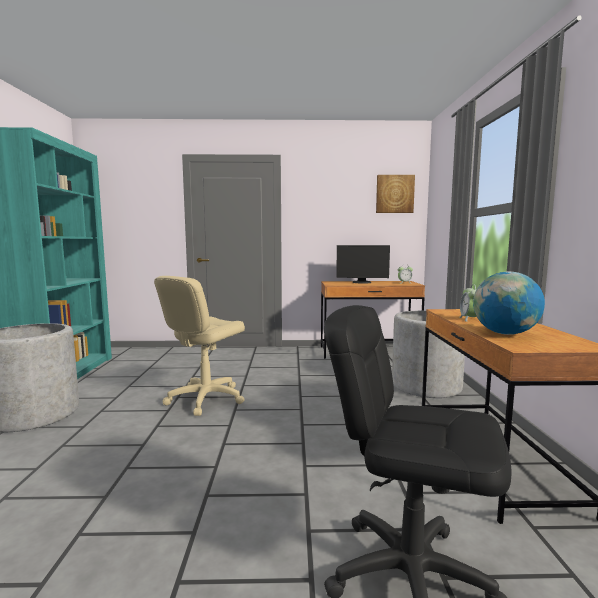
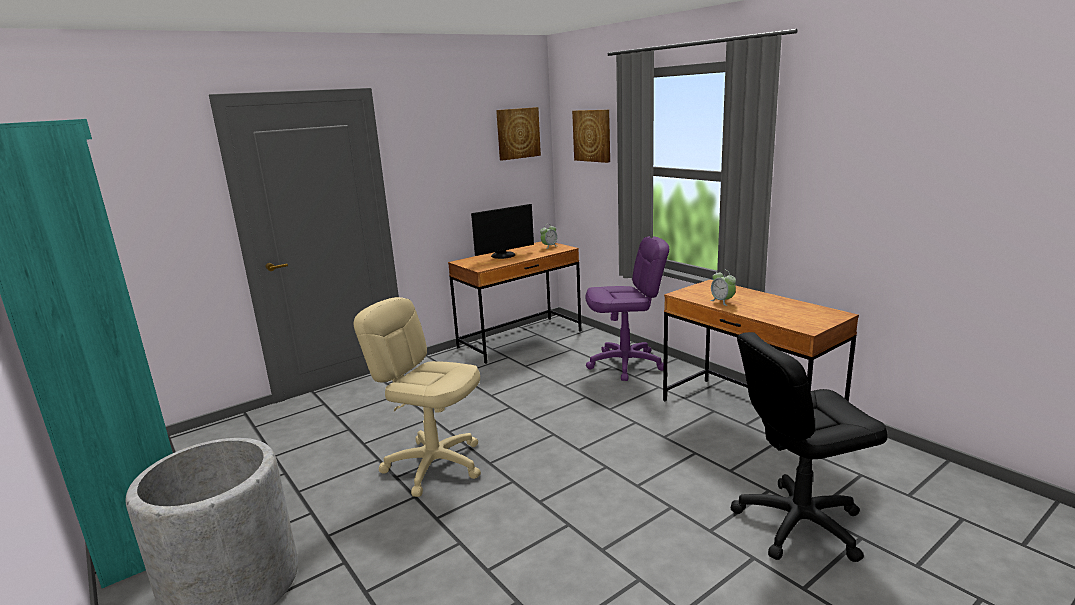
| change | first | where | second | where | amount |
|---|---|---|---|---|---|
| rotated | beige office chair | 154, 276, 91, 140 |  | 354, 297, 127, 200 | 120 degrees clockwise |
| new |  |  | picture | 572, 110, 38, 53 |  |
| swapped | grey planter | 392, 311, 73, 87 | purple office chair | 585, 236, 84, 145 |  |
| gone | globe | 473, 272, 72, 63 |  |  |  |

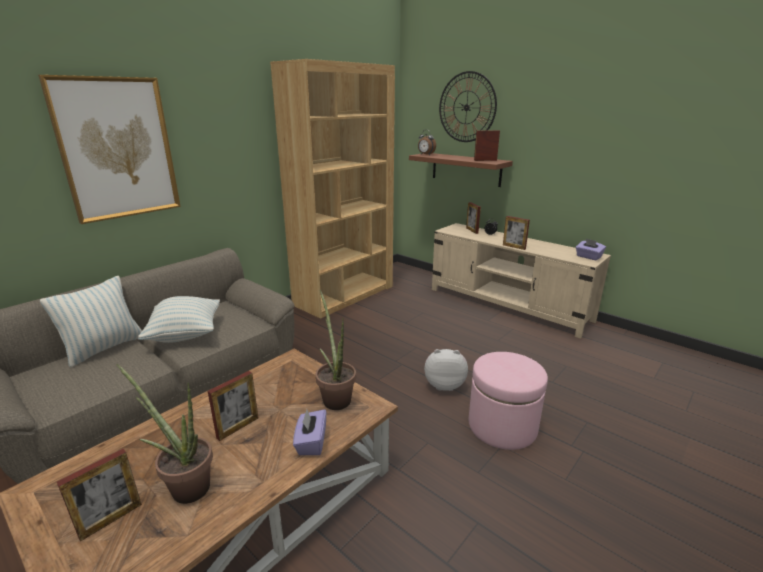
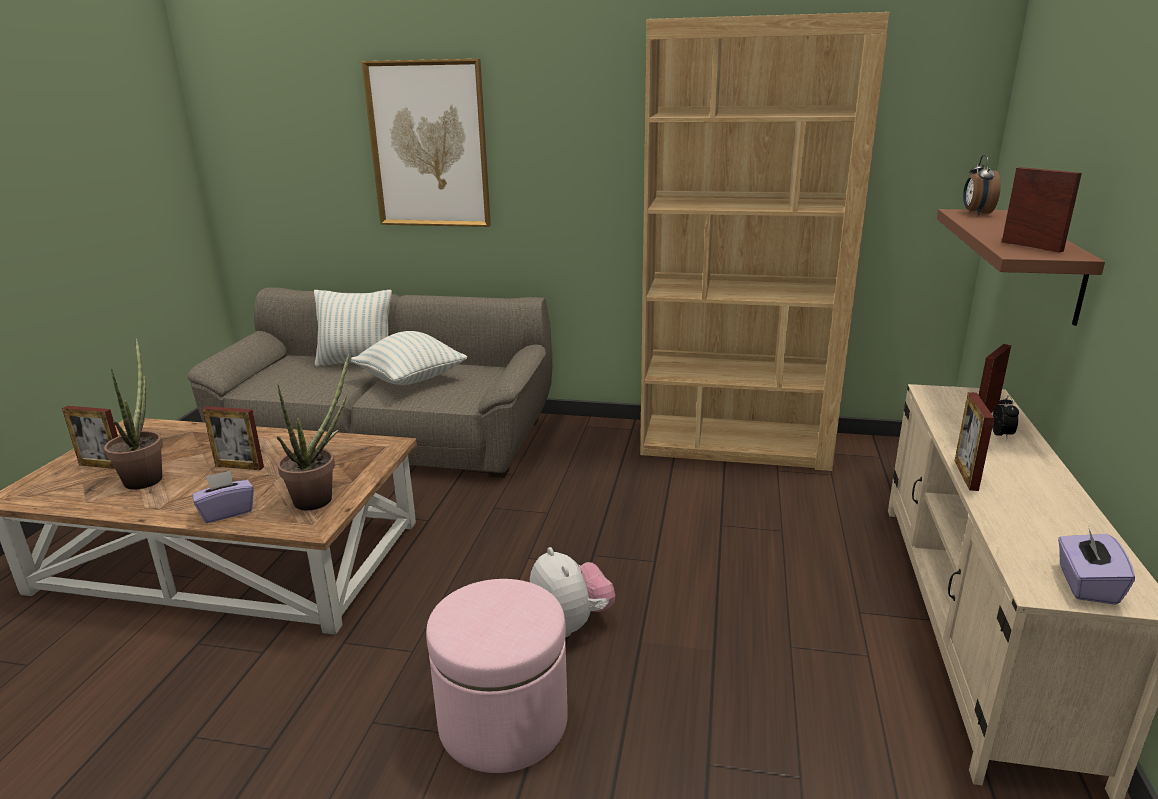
| change | first | where | second | where | amount |
|---|---|---|---|---|---|
| gone | wall clock | 439, 71, 58, 71 |  |  |  |

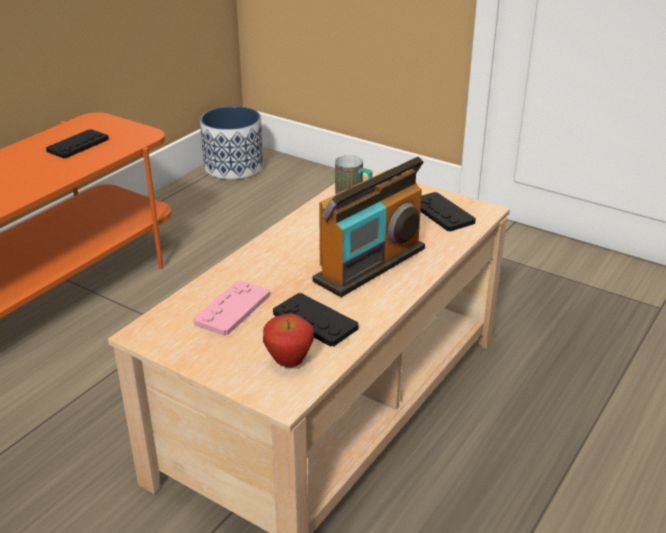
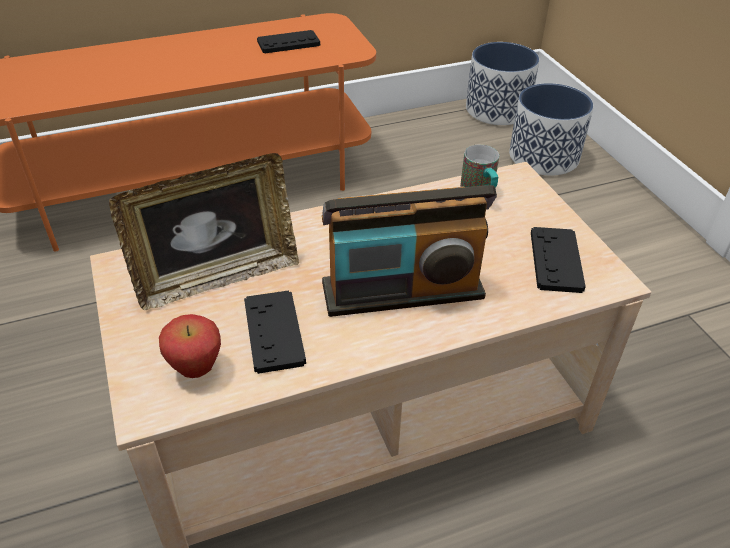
| change | first | where | second | where | amount |
|---|---|---|---|---|---|
| swapped | pink game controller | 193, 280, 77, 56 | picture frame | 109, 153, 190, 157 |  |
| new |  |  | planter | 509, 83, 84, 93 |  |

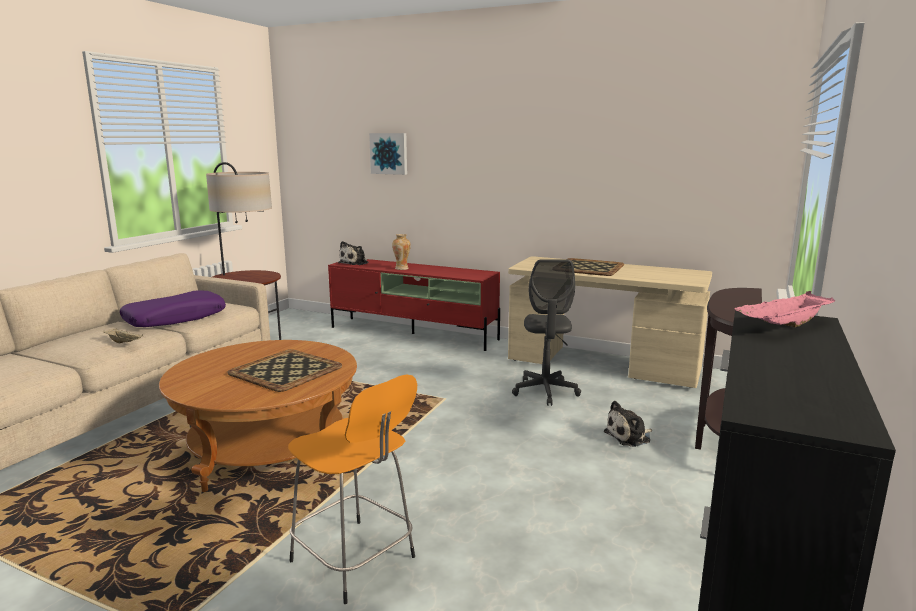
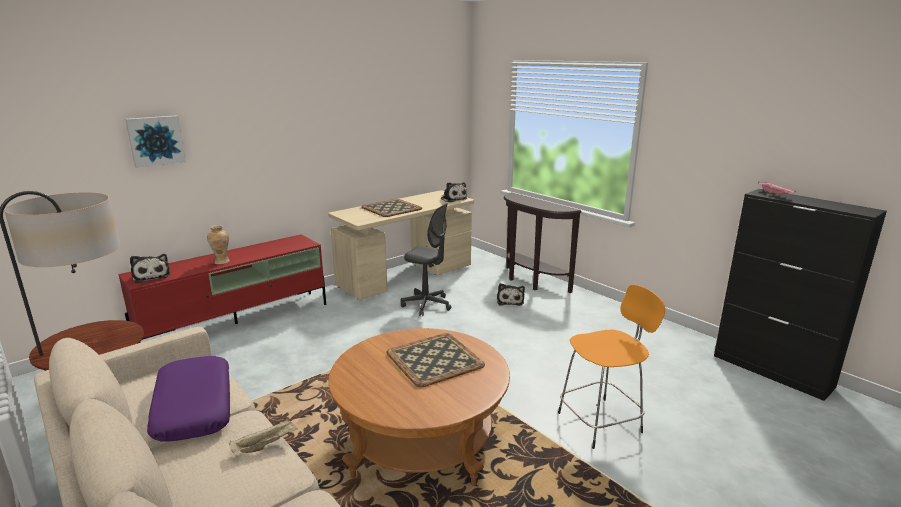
| change | first | where | second | where | amount |
|---|---|---|---|---|---|
| new |  |  | plush toy | 441, 182, 27, 20 |  |

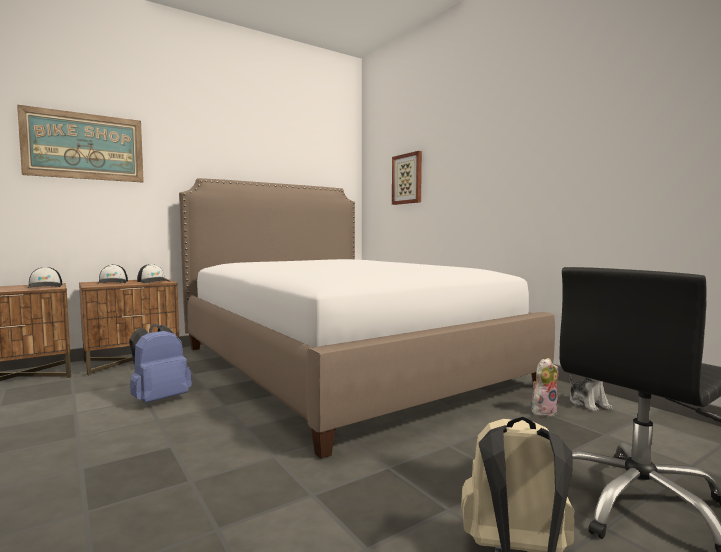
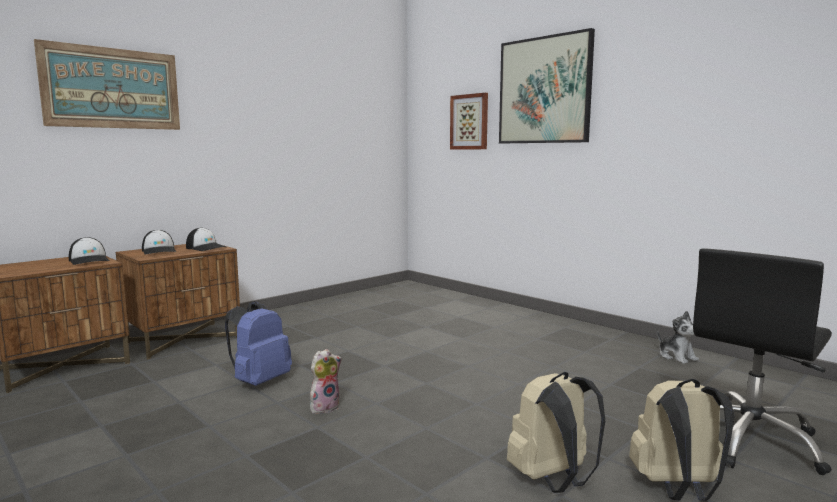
| change | first | where | second | where | amount |
|---|---|---|---|---|---|
| shifted | plush toy | 531, 358, 28, 59 |  | 310, 349, 32, 65 |  |
| new |  |  | picture | 499, 28, 96, 115 |  |
| new |  |  | beige backpack | 507, 372, 98, 121 |  |
| gone | bed | 179, 178, 376, 281 |  |  |  |

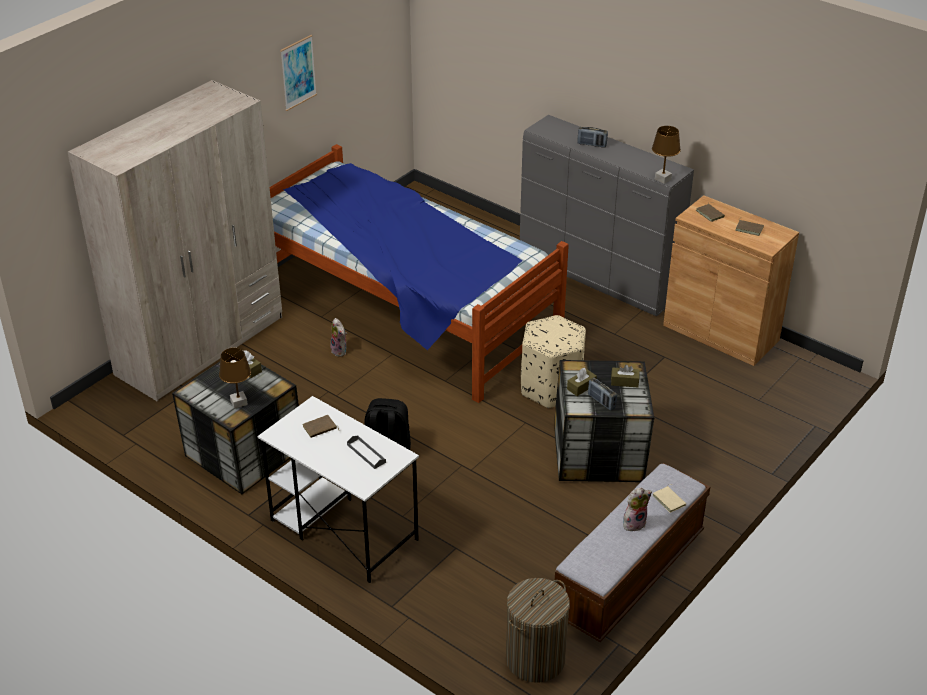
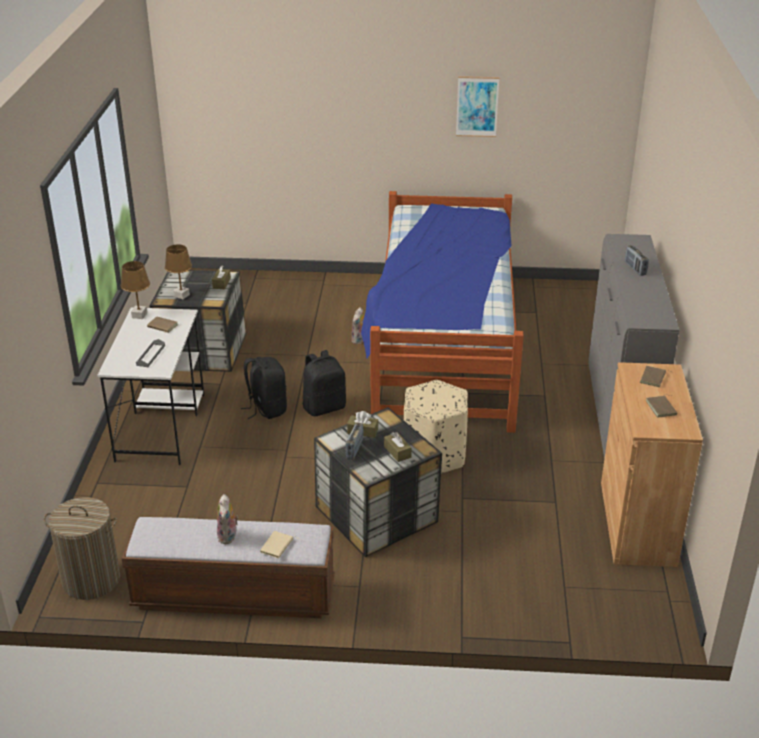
| change | first | where | second | where | amount |
|---|---|---|---|---|---|
| shifted | brown table lamp | 652, 126, 29, 58 |  | 121, 261, 29, 58 |  |
| rotated | plush toy | 623, 488, 29, 43 |  | 217, 494, 22, 50 | 60 degrees clockwise |
| new |  |  | black backpack | 303, 350, 43, 66 |  |
| gone | beige wardrobe | 68, 80, 214, 321 |  |  |  |

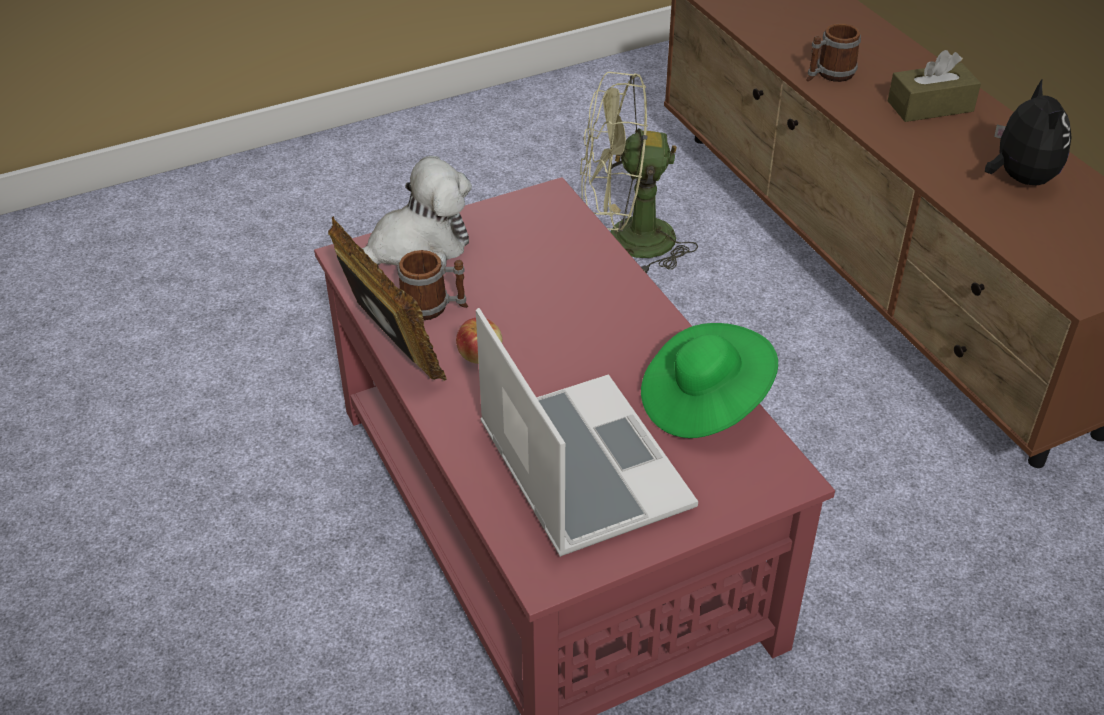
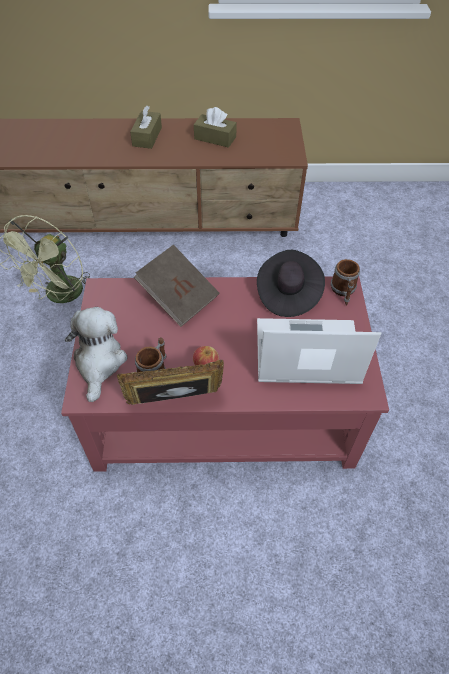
| change | first | where | second | where | amount |
|---|---|---|---|---|---|
| new |  |  | brown book | 134, 245, 85, 82 |  |
| swapped | plush toy | 985, 78, 87, 107 | brown tissue box | 194, 107, 43, 41 |  |
| repainted | green hat | 641, 323, 137, 115 | black hat | 257, 250, 68, 67 |  |
| shifted | mug | 807, 23, 54, 59 |  | 331, 259, 29, 47 |  |

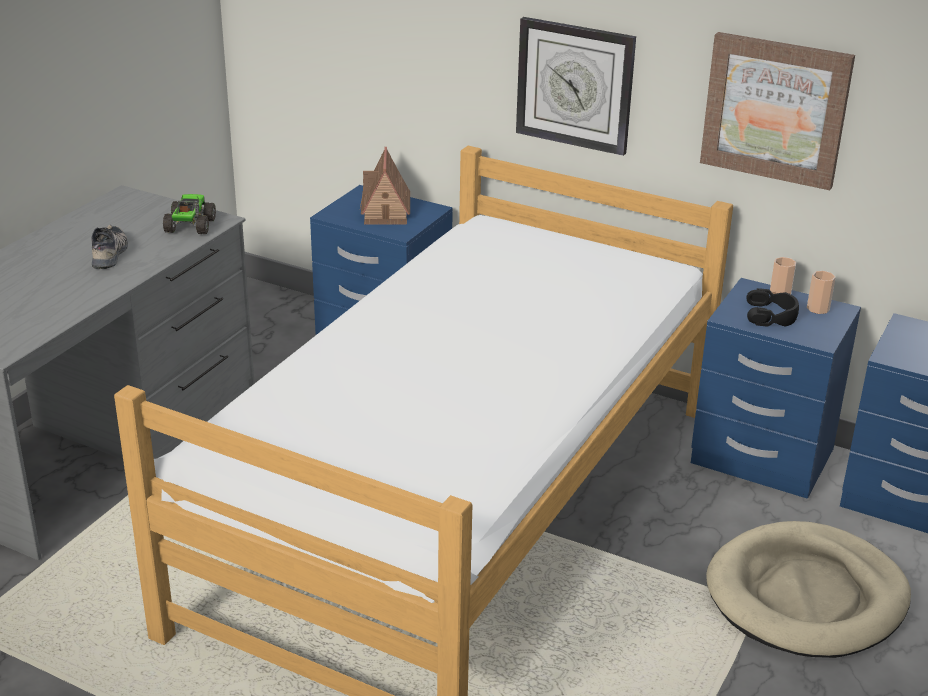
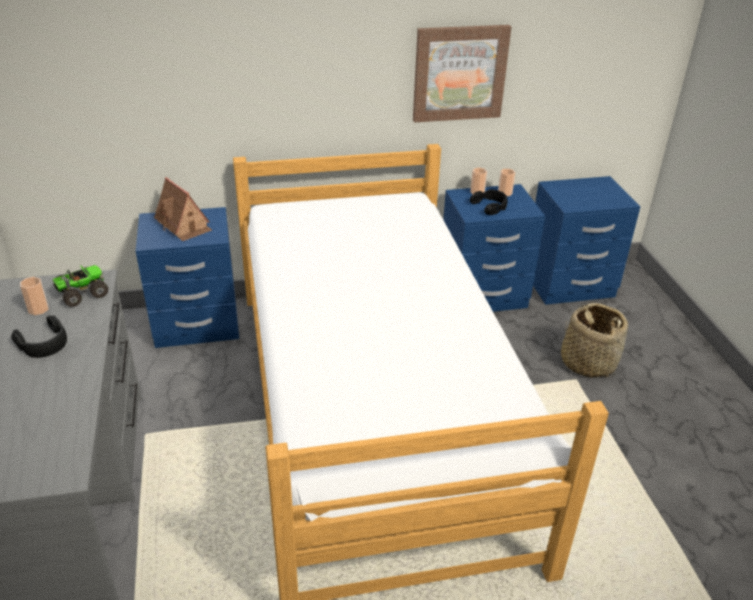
| change | first | where | second | where | amount |
|---|---|---|---|---|---|
| swapped | shoe | 92, 225, 36, 44 | black headphones | 11, 315, 56, 43 |  |
| new |  |  | cup | 20, 277, 29, 38 |  |
| rotated | toy truck | 163, 194, 53, 40 |  | 53, 265, 55, 42 | 90 degrees clockwise |
| swapped | beige dog bed | 706, 521, 205, 137 | basket | 561, 302, 67, 76 |  |
| gone | wall clock | 516, 17, 120, 139 |  |  |  |

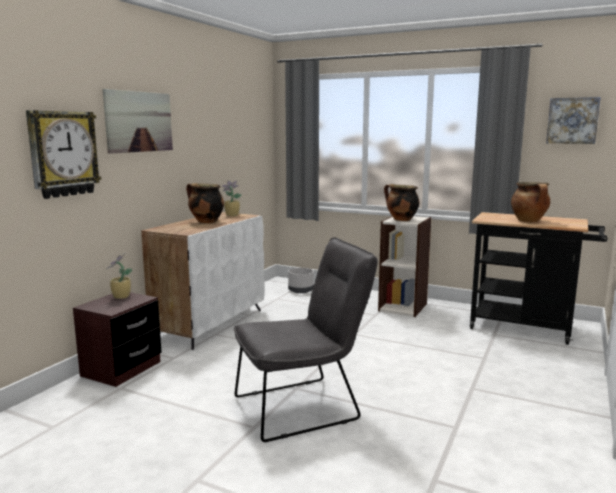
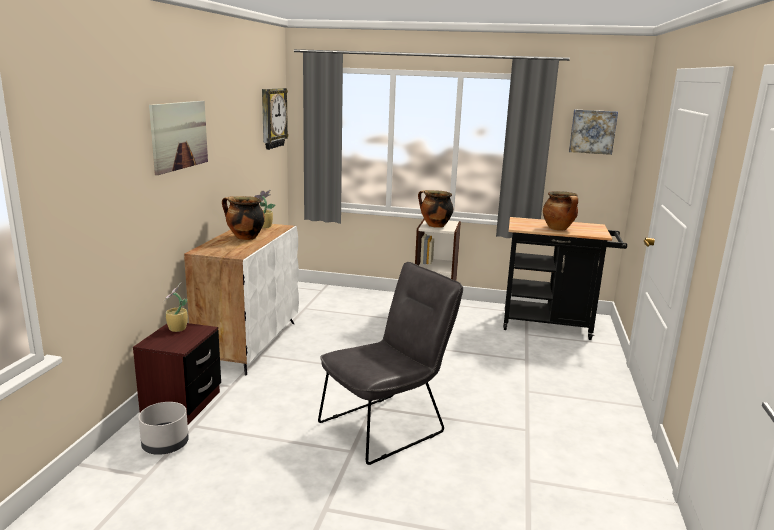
| change | first | where | second | where | amount |
|---|---|---|---|---|---|
| shifted | grey planter | 288, 268, 26, 25 |  | 138, 402, 51, 53 |  |
| shifted | wall clock | 26, 110, 76, 89 |  | 262, 88, 26, 62 |  |

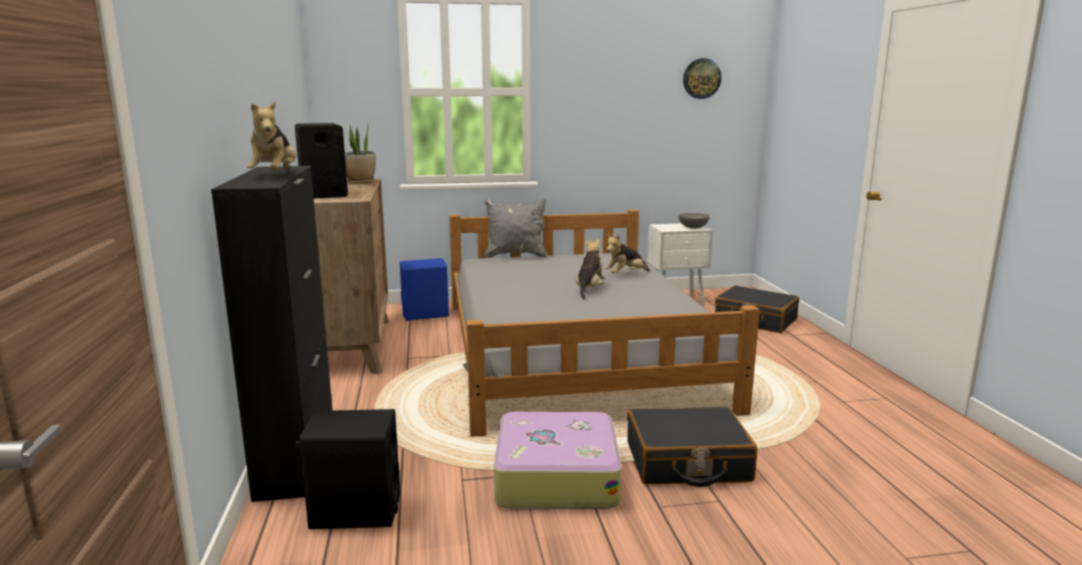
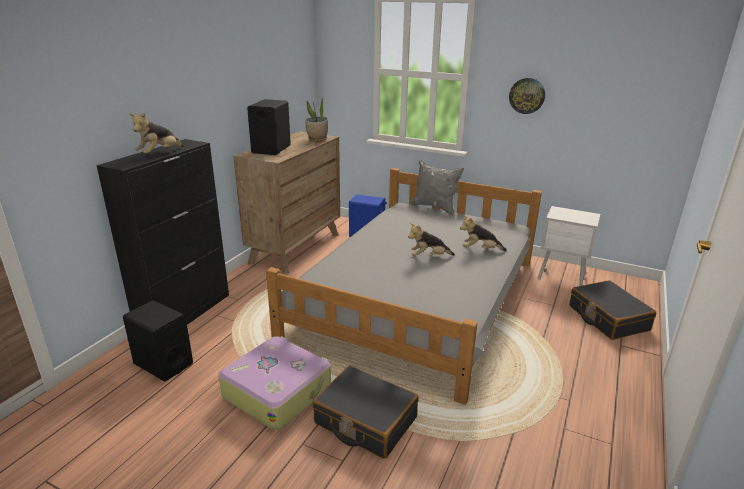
| change | first | where | second | where | amount |
|---|---|---|---|---|---|
| rotated | plush toy | 576, 238, 30, 61 |  | 408, 223, 47, 33 | 150 degrees counterclockwise |
| shifted | wall clock | 683, 58, 38, 41 |  | 509, 78, 36, 36 |  |
| gone | grey bowl | 679, 213, 31, 16 |  |  |  |

